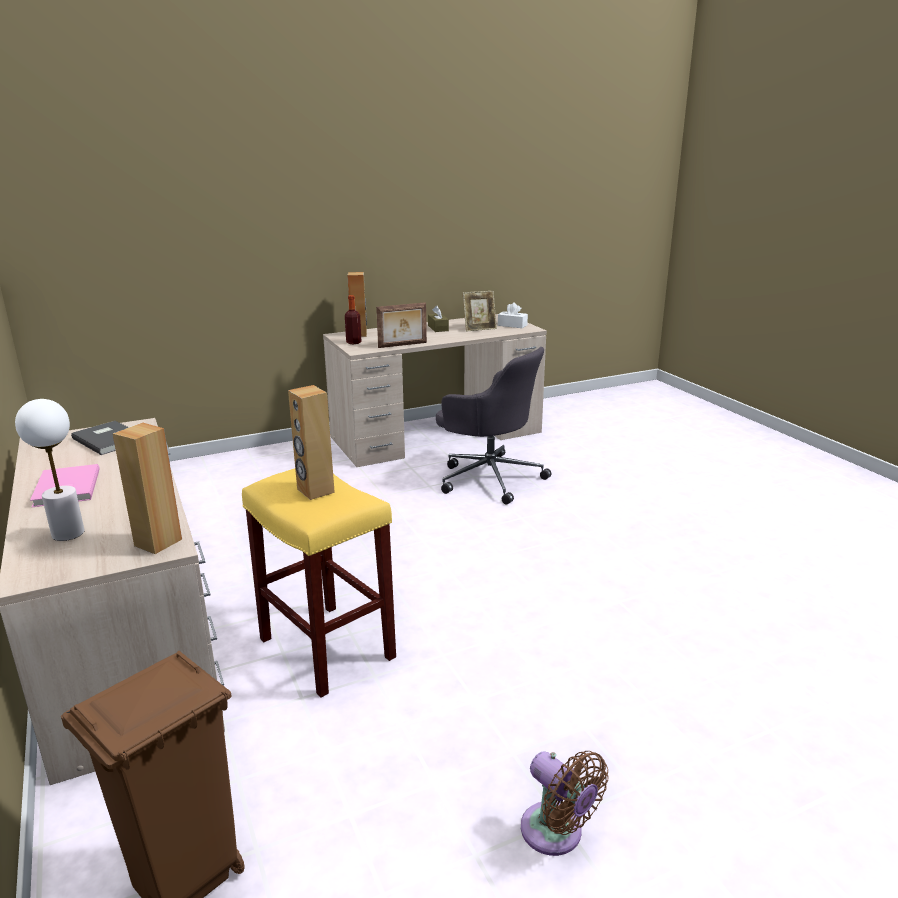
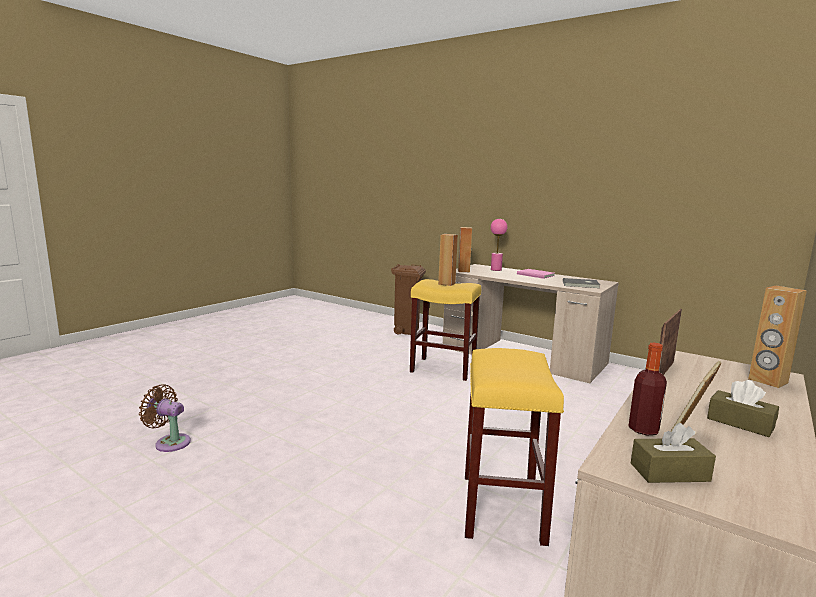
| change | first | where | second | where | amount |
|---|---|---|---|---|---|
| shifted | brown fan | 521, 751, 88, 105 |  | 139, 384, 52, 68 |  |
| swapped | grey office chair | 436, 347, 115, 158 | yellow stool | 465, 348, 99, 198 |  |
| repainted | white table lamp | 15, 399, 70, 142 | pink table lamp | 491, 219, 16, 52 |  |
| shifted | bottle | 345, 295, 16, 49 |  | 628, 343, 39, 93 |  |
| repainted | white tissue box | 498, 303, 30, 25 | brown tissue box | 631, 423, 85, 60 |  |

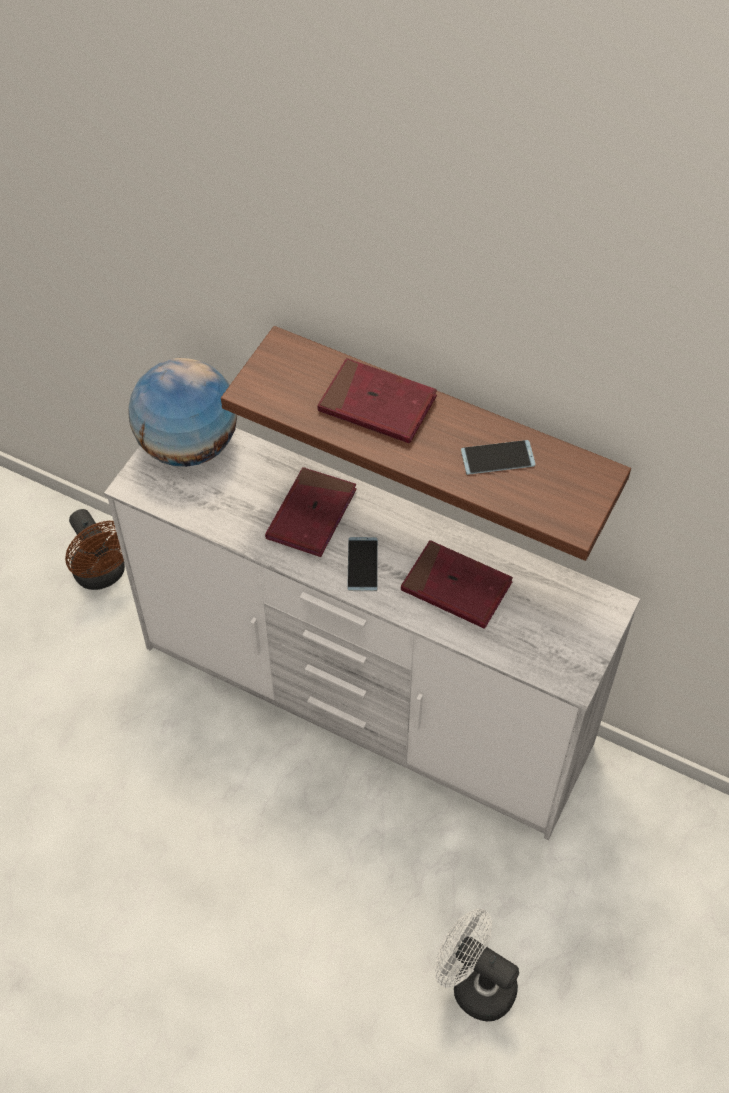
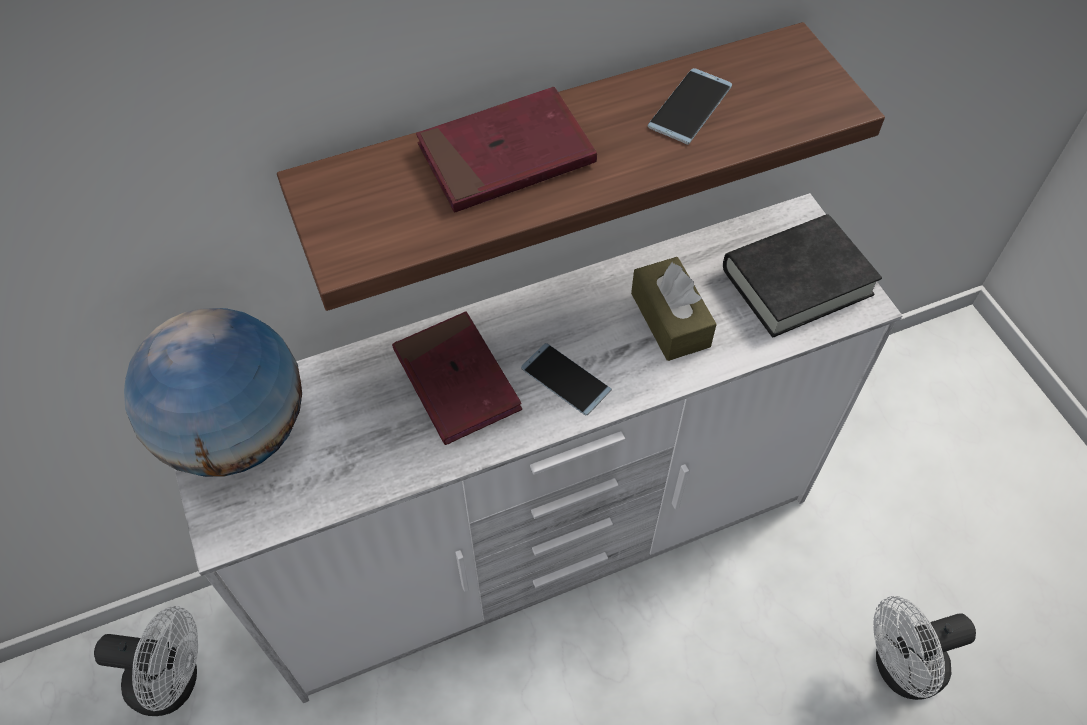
| change | first | where | second | where | amount |
|---|---|---|---|---|---|
| repainted | brown fan | 65, 509, 60, 81 | white fan | 94, 606, 104, 110 |  |
| swapped | red book | 401, 540, 112, 89 | brown tissue box | 631, 257, 86, 104 |  |
| new |  |  | black book | 723, 214, 159, 124 |  |

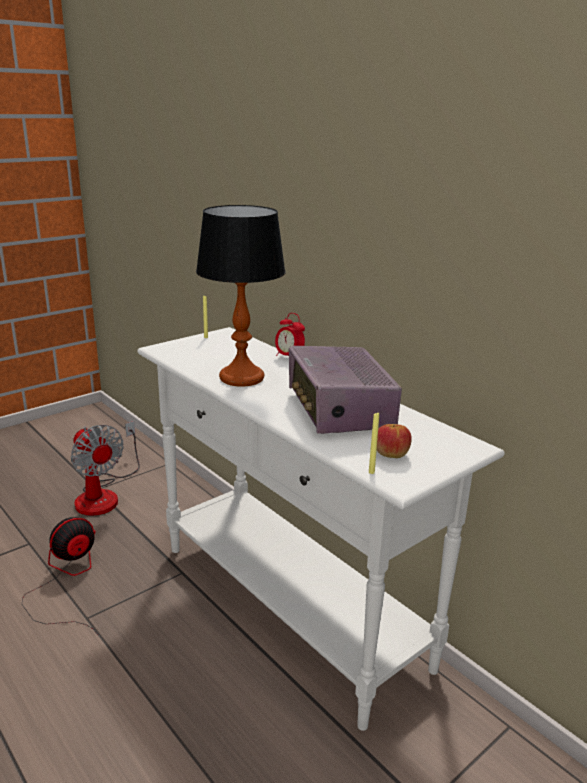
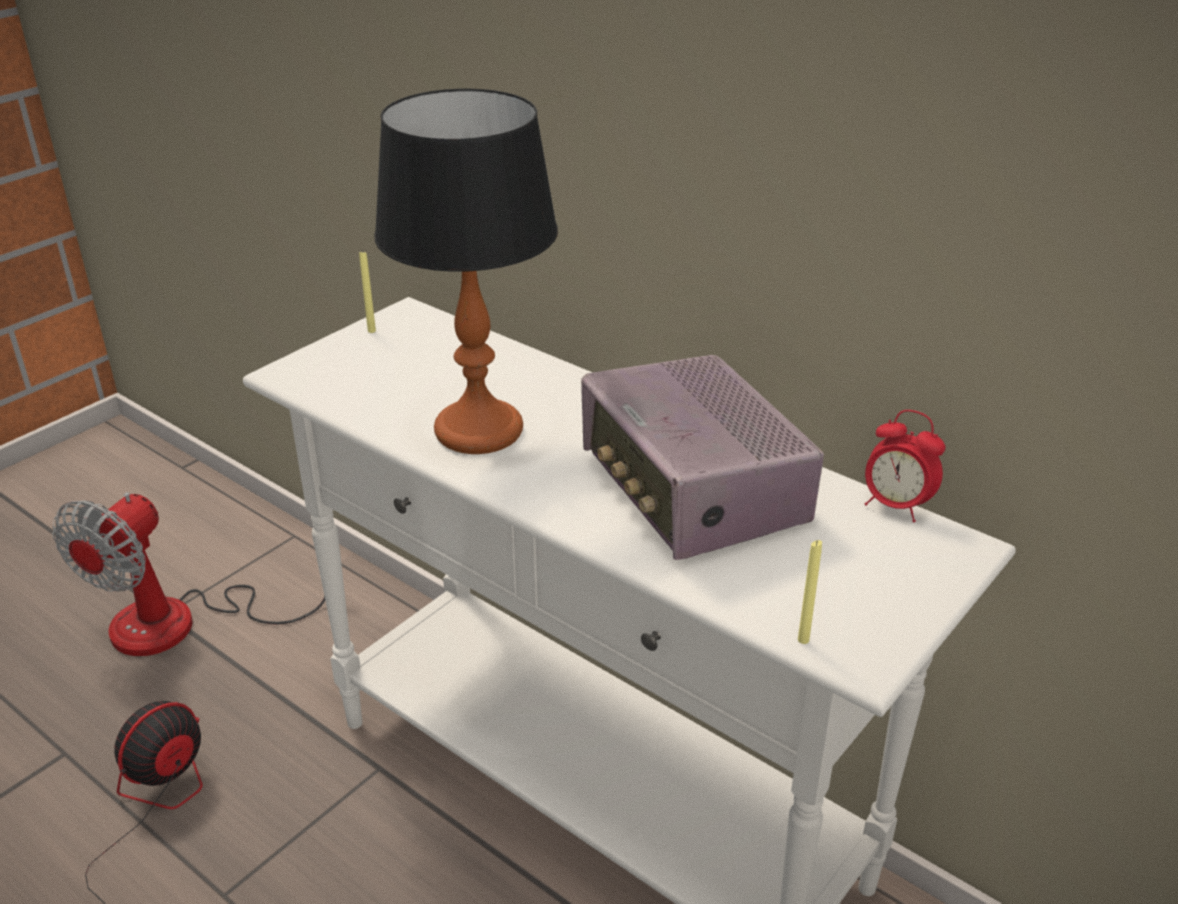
| change | first | where | second | where | amount |
|---|---|---|---|---|---|
| rotated | fan | 71, 421, 69, 95 |  | 52, 492, 273, 164 | 75 degrees clockwise |
| shifted | alarm clock | 275, 313, 30, 43 |  | 865, 410, 80, 112 |  |
| gone | apple | 377, 424, 35, 34 |  |  |  |

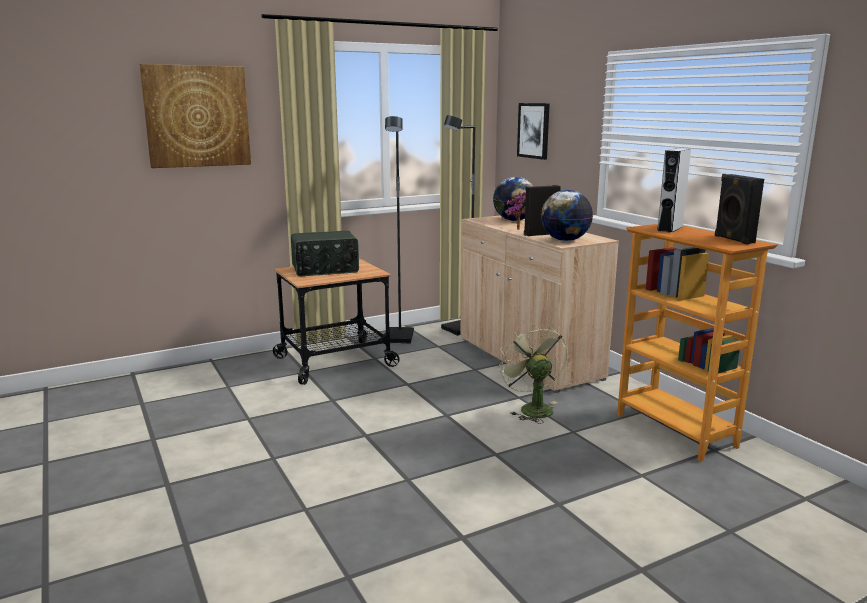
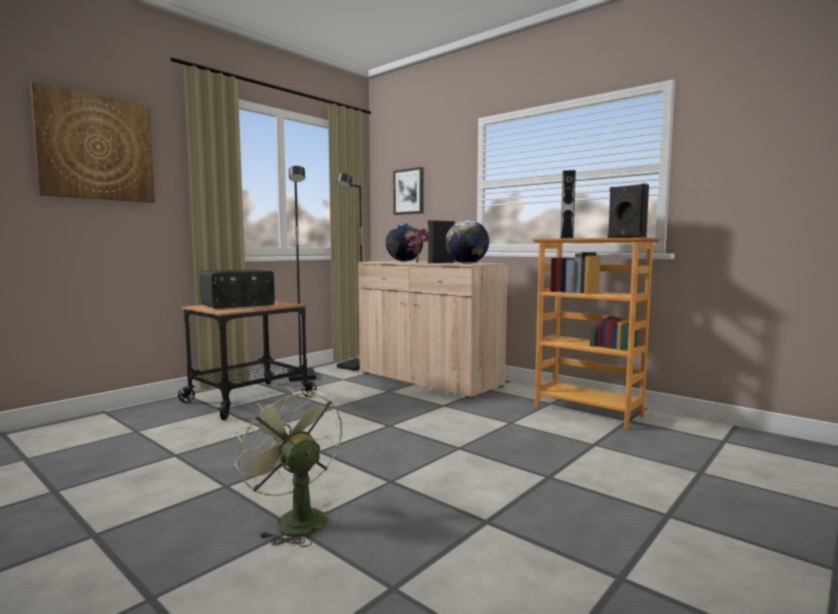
| change | first | where | second | where | amount |
|---|---|---|---|---|---|
| shifted | green fan | 498, 324, 69, 100 |  | 235, 387, 107, 160 |  |

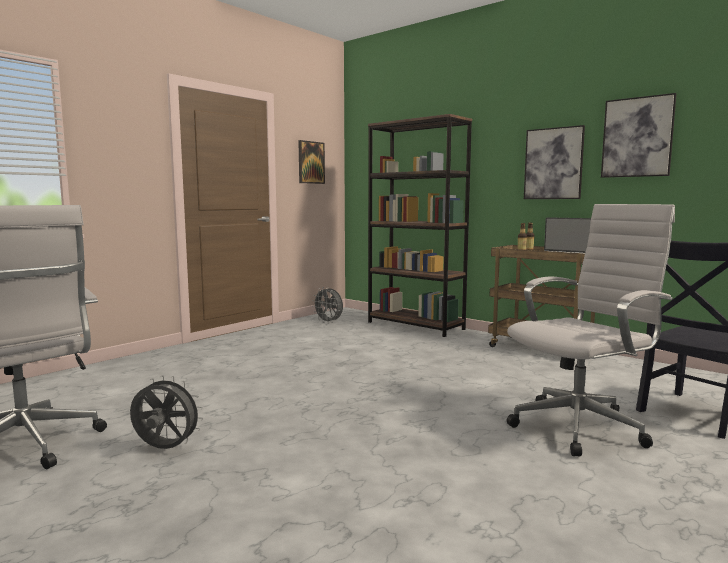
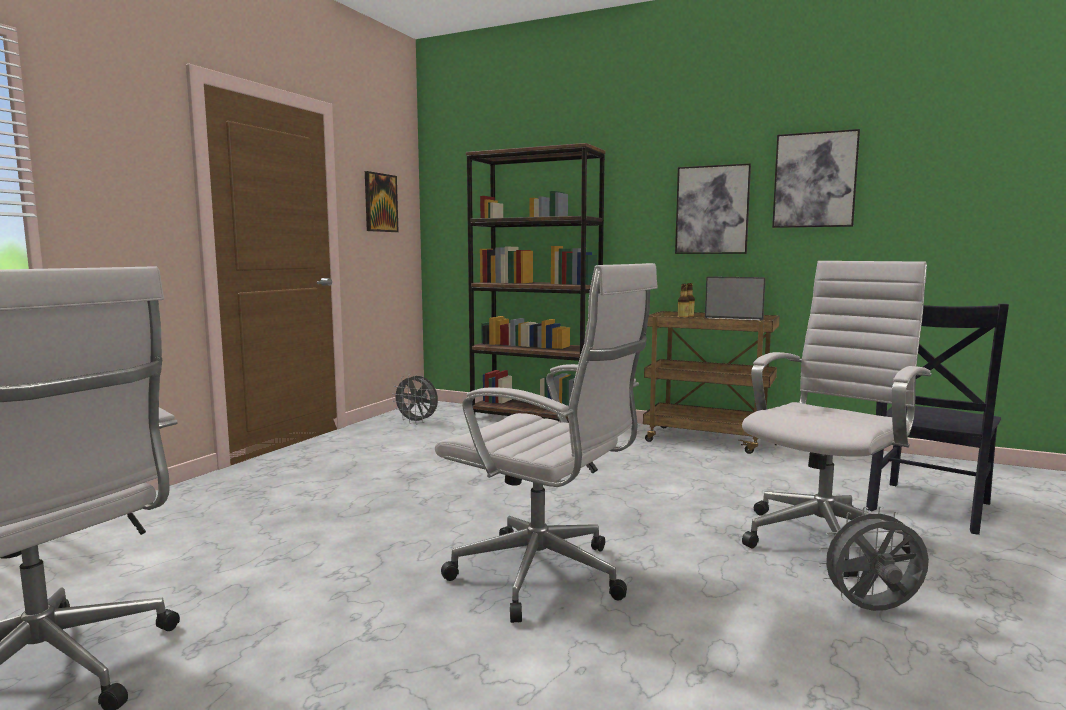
| change | first | where | second | where | amount |
|---|---|---|---|---|---|
| new |  |  | white office chair | 435, 263, 223, 360 |  |
| shifted | grey fan | 130, 375, 73, 74 |  | 818, 506, 111, 105 |  |

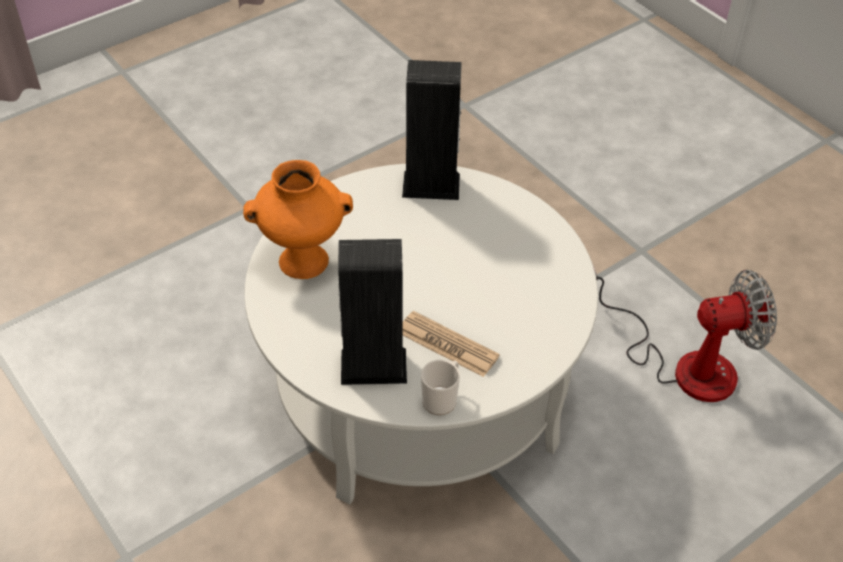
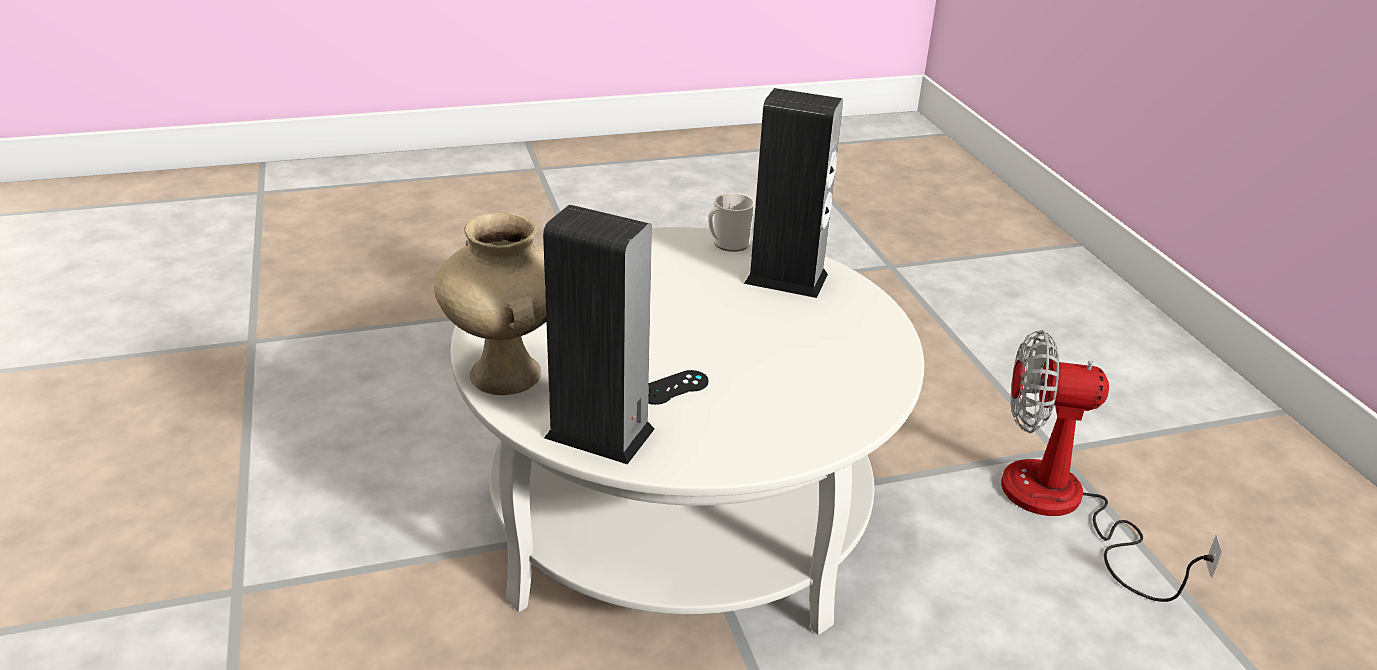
| change | first | where | second | where | amount |
|---|---|---|---|---|---|
| new |  |  | beige vase | 434, 213, 112, 182 |  |
| new |  |  | black game controller | 648, 370, 60, 35 |  |
| shifted | fan | 592, 263, 185, 139 |  | 1001, 330, 222, 272 |  |
| gone | orange vase | 243, 160, 110, 119 |  |  |  |
| gone | newspaper | 403, 311, 97, 66 |  |  |  |

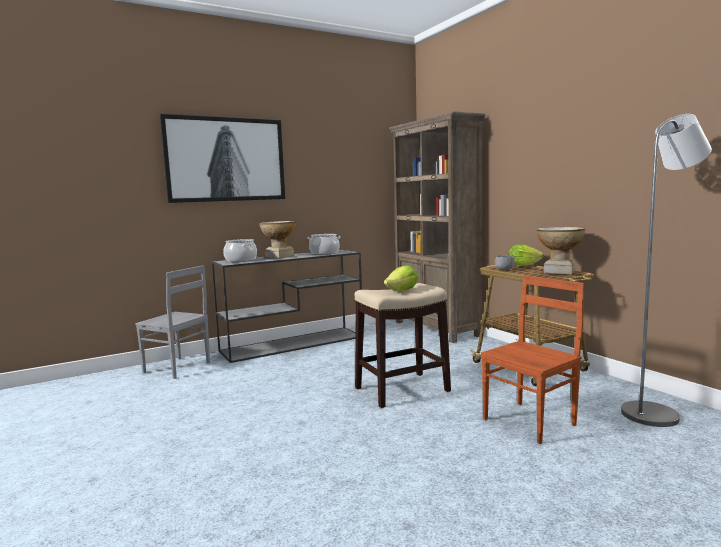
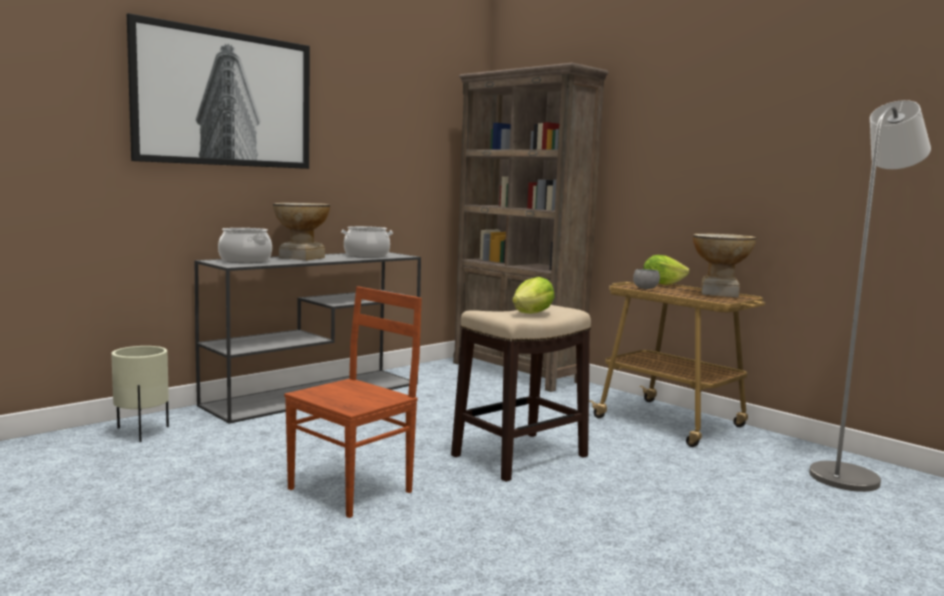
| change | first | where | second | where | amount |
|---|---|---|---|---|---|
| swapped | grey chair | 135, 265, 75, 114 | beige planter | 111, 346, 58, 96 |  |
| shifted | brown chair | 481, 275, 103, 169 |  | 284, 286, 138, 232 |  |

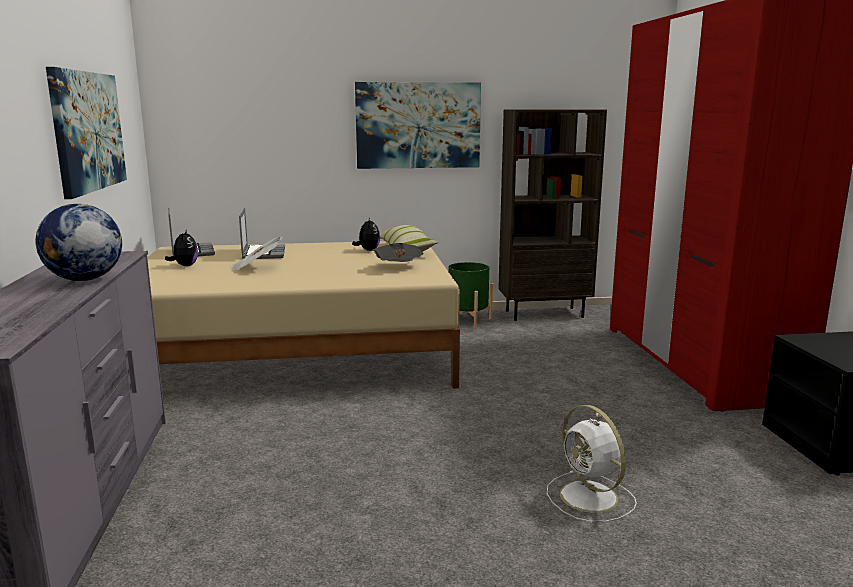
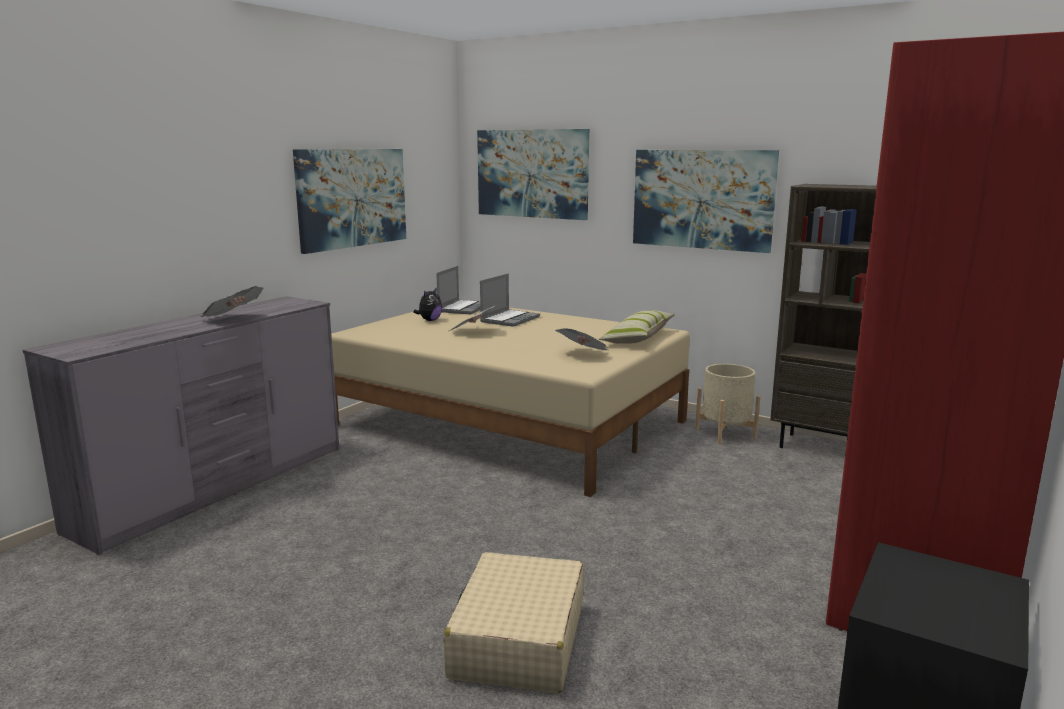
| change | first | where | second | where | amount |
|---|---|---|---|---|---|
| swapped | globe | 36, 204, 86, 77 | newspaper | 200, 286, 64, 31 |  |
| swapped | white fan | 547, 405, 90, 117 | beige suitcase | 443, 552, 141, 141 |  |
| new |  |  | picture | 477, 129, 112, 91 |  |
| repainted | green planter | 448, 262, 45, 66 | beige planter | 695, 364, 65, 80 |  |
| gone | plush toy | 352, 218, 28, 33 |  |  |  |

